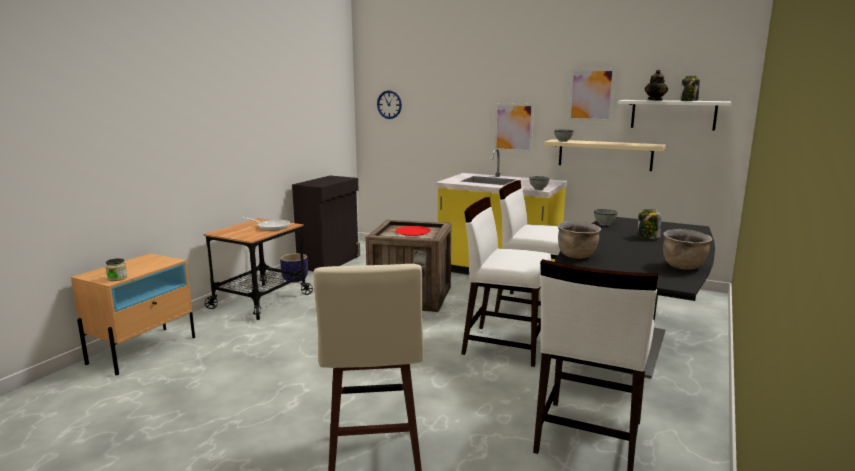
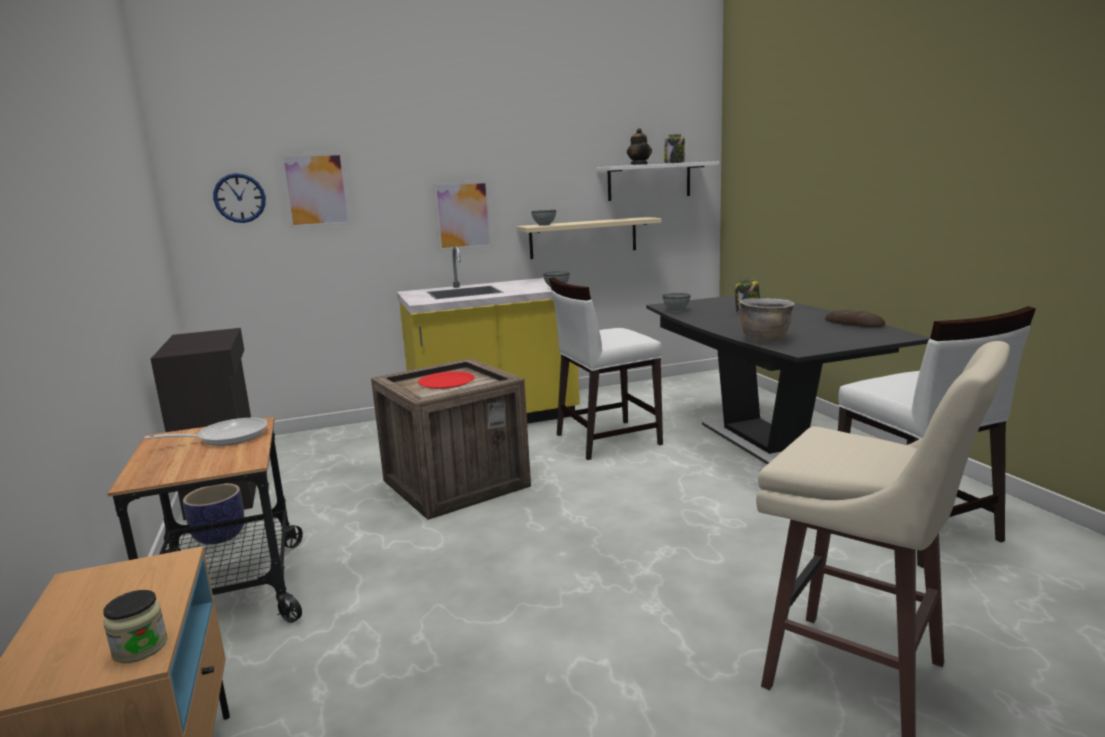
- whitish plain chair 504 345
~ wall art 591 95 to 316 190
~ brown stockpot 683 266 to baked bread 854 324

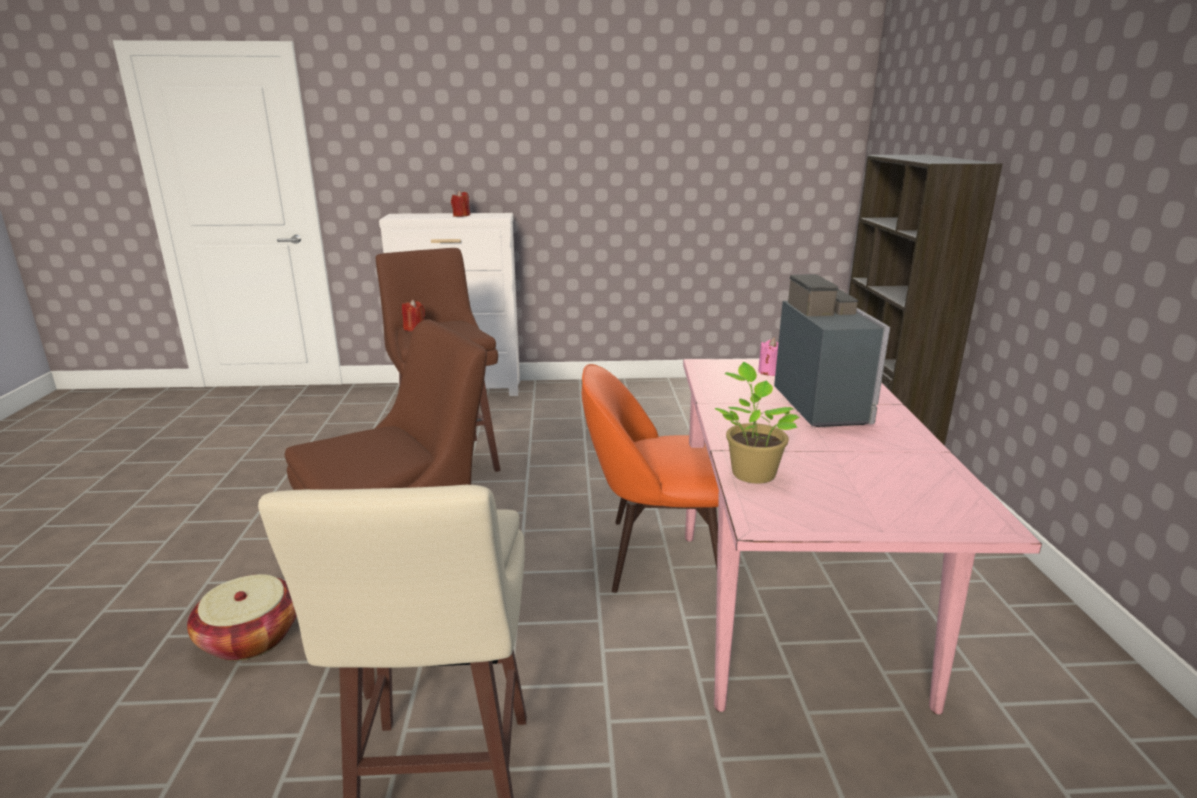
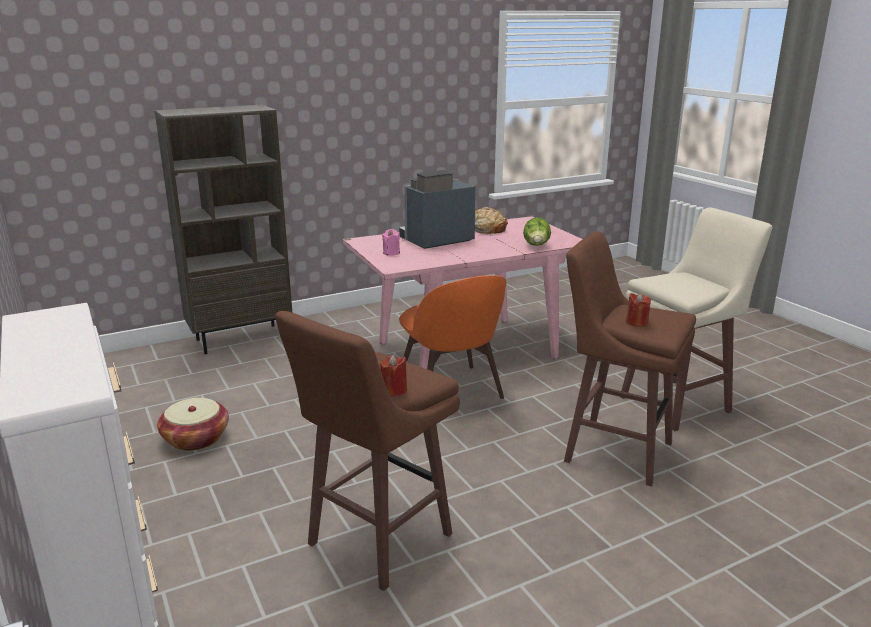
~ storage basket 251 637 to 196 439
~ red-coloured candle 461 215 to 636 322
~ plant in a pot 751 472 to head of lettuce 536 246
+ baked bread 487 229

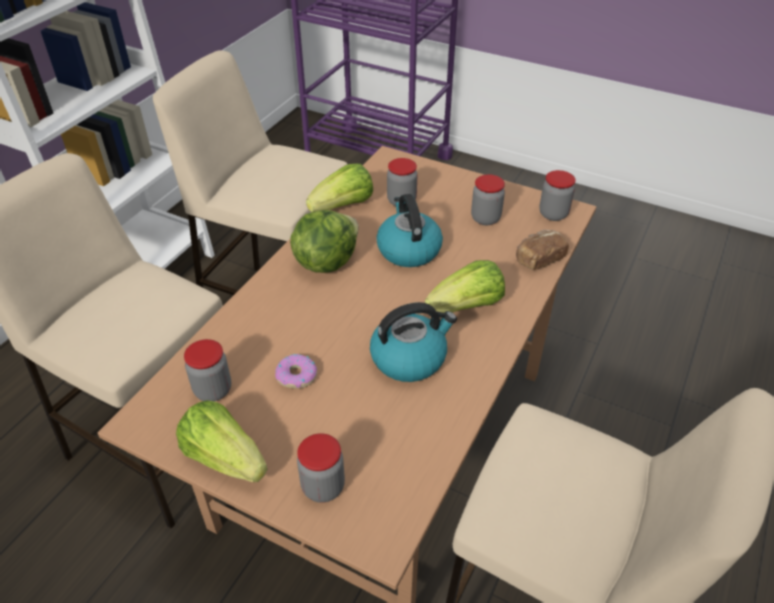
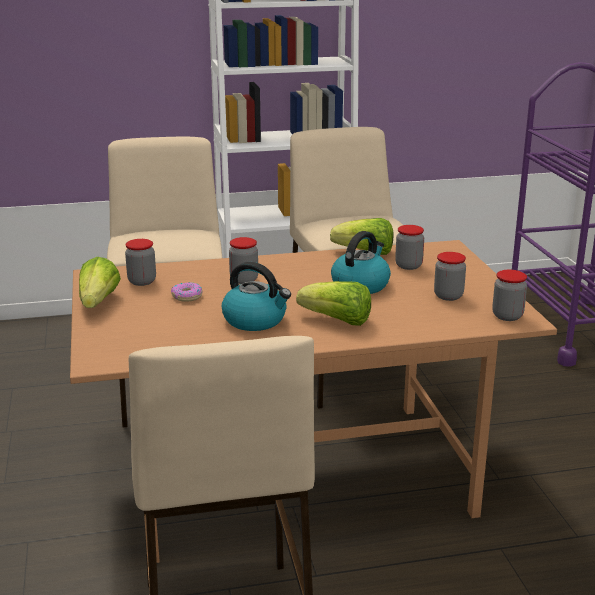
- head of lettuce 326 261
~ preserve jar 323 487 to 244 280
- baked bread 539 259

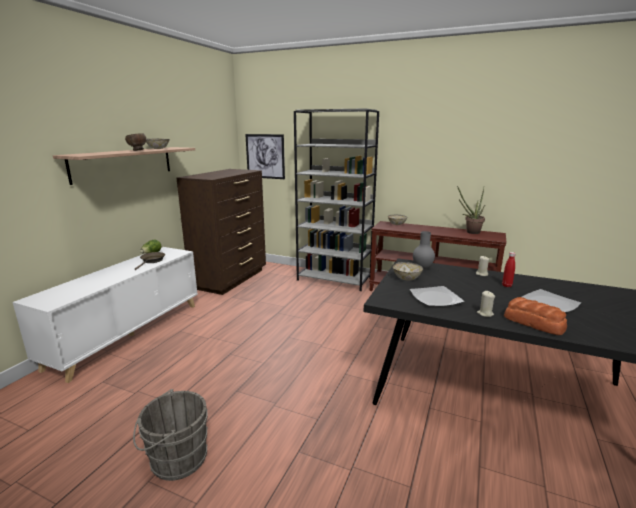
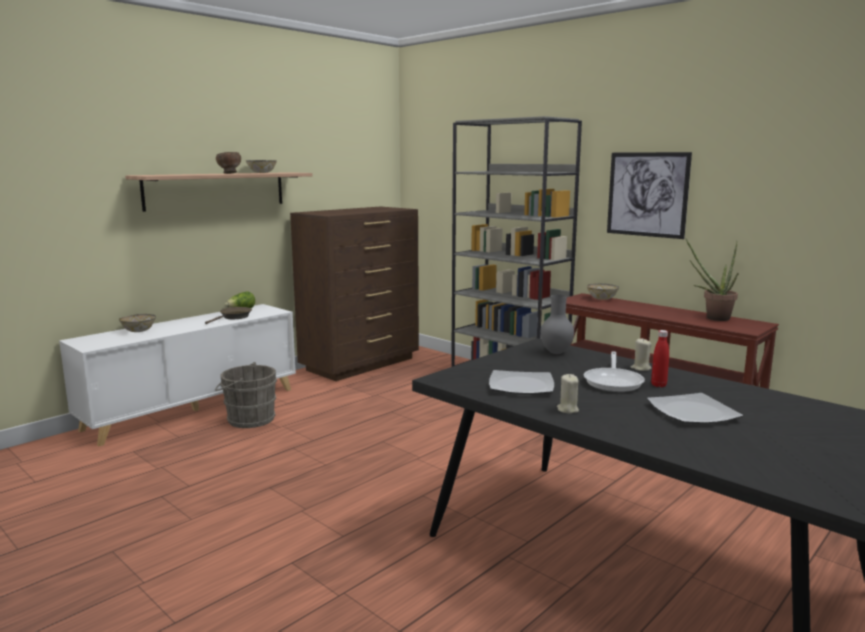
~ grey bucket 175 459 to 248 419
~ wall art 265 156 to 647 194
~ deep dish 407 278 to 139 331
- baked bread 534 323
+ frying pan 614 382

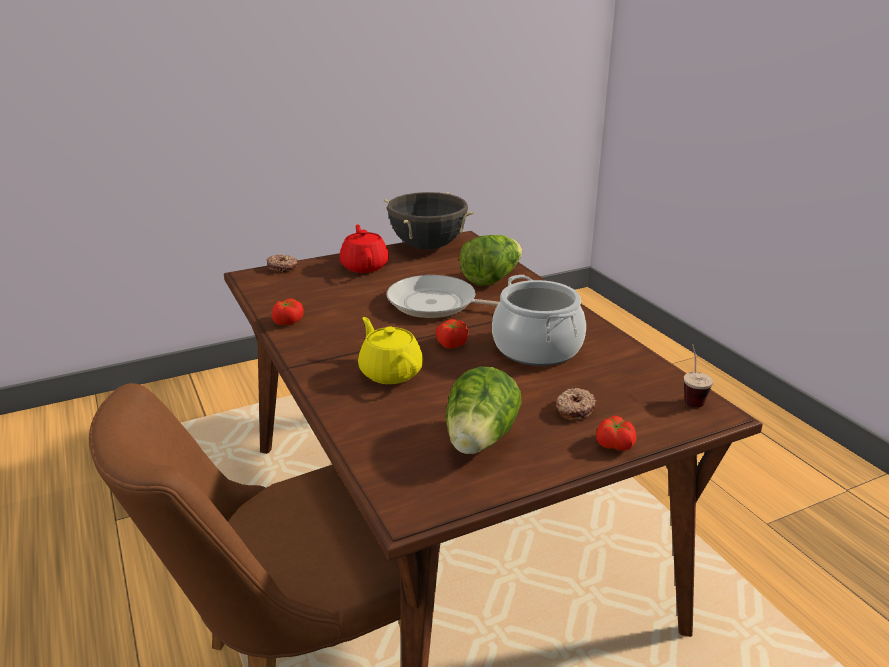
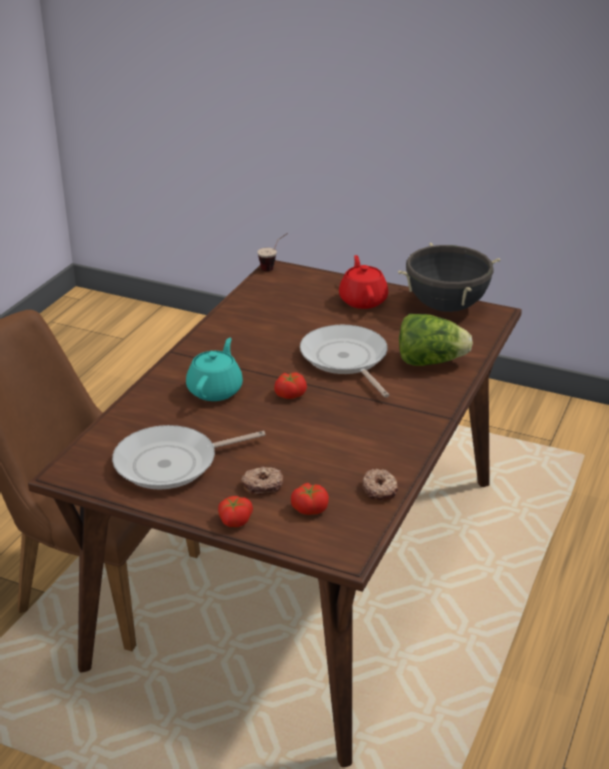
~ doughnut 282 267 to 380 490
~ whole tomato 287 321 to 309 508
~ red-coloured pot for tea 364 266 = 363 300 45 degrees counterclockwise
~ yellowish pot for tea 390 372 to turquoise-coloured pot for tea 215 390
~ head of lettuce 480 441 to frying pan 172 463
- stockpot 536 348
~ drinking cup 691 396 to 273 266

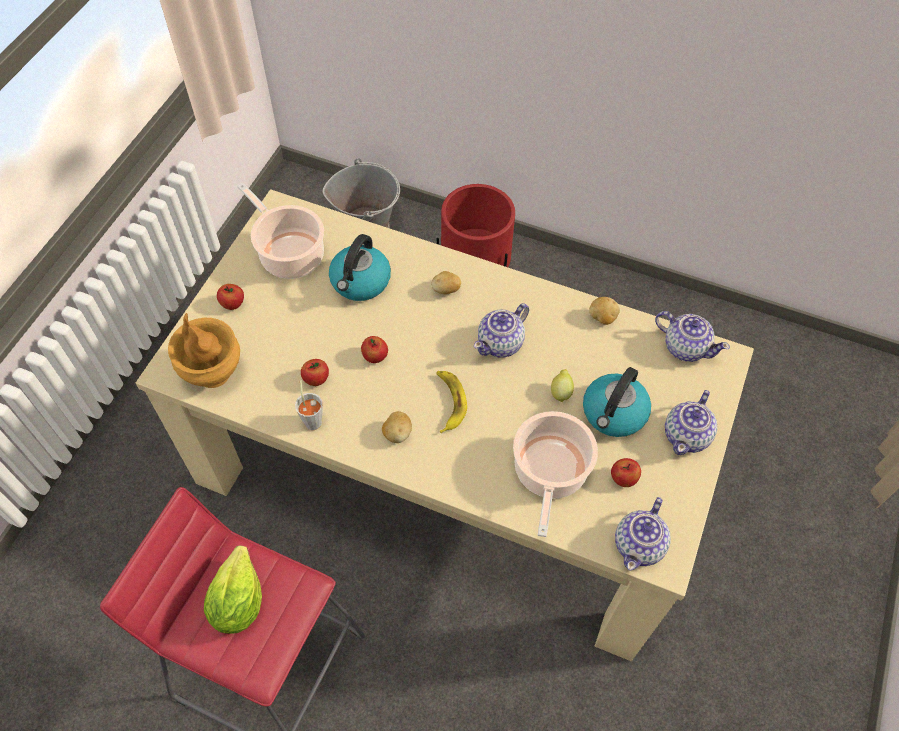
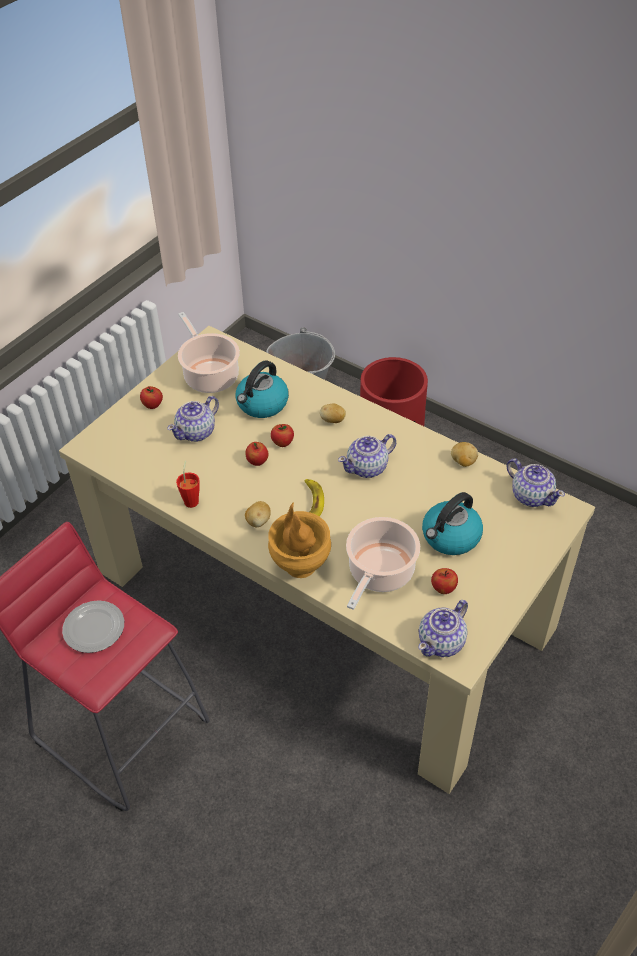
~ brown decorative vase 213 373 to 300 565
~ head of lettuce 238 602 to plate 93 629
~ grey drinking cup 313 419 to red-coloured drinking cup 192 499
~ apple 316 379 to 282 443
- lemon 561 392
~ pot for tea 687 435 to 196 432

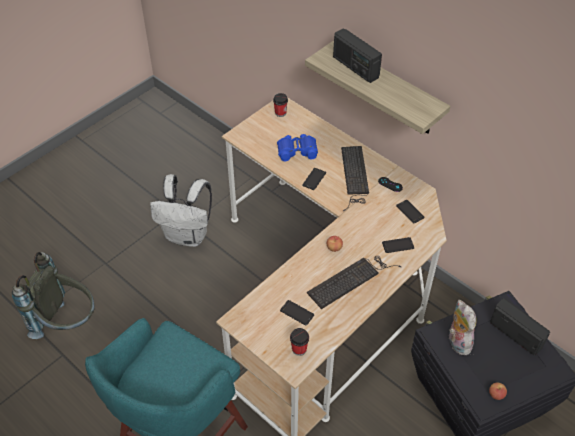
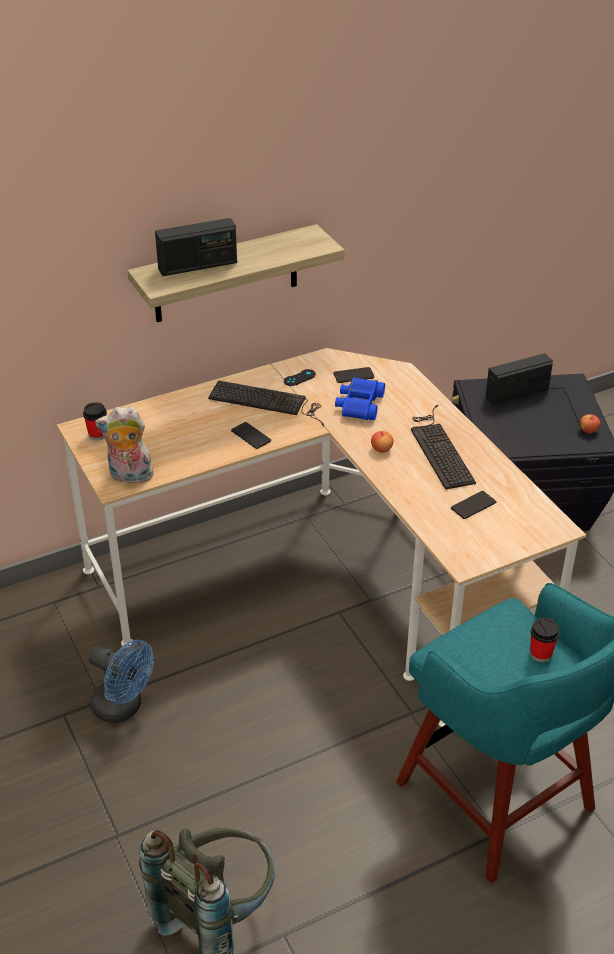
~ whitish backpack 188 235 to blue cooling fan 124 708
~ blue binoculars 297 150 to 359 405
~ drinking cup 299 349 to 540 654
- telephone 398 245
~ cuddly toy 457 342 to 129 476

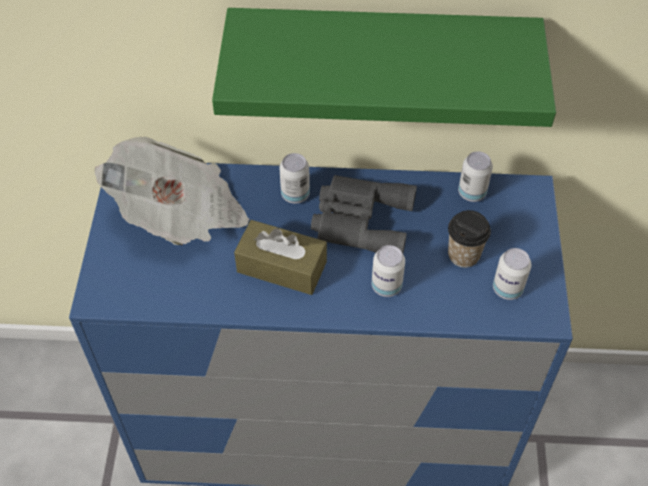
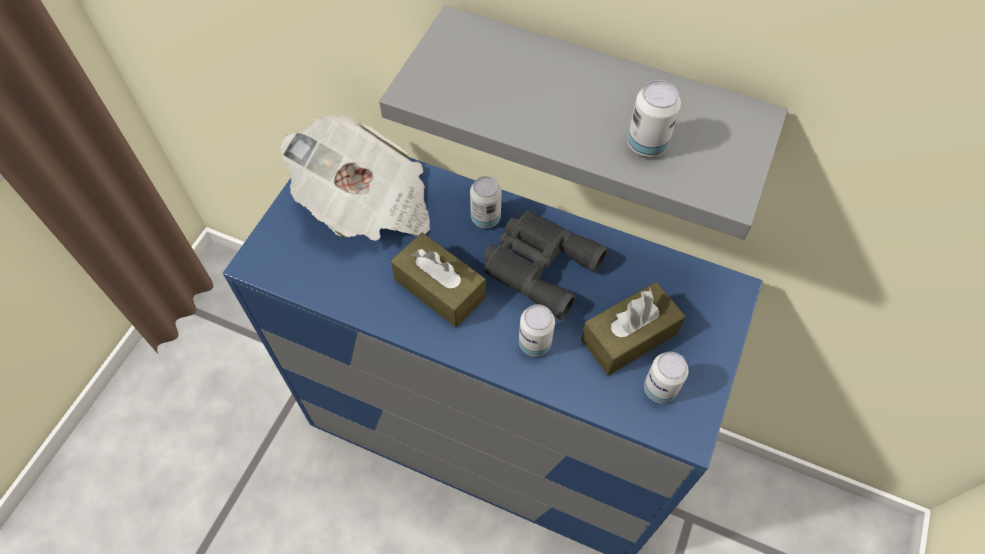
~ greenish shelf 381 55 to grey shelf 600 100
~ drinking cup 463 255 to brown tissue holder 629 336
~ metal can 472 193 to 646 144

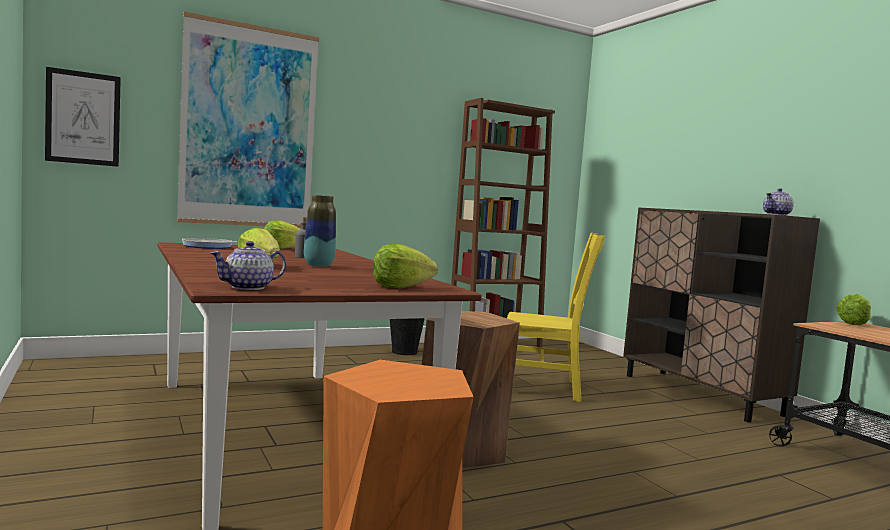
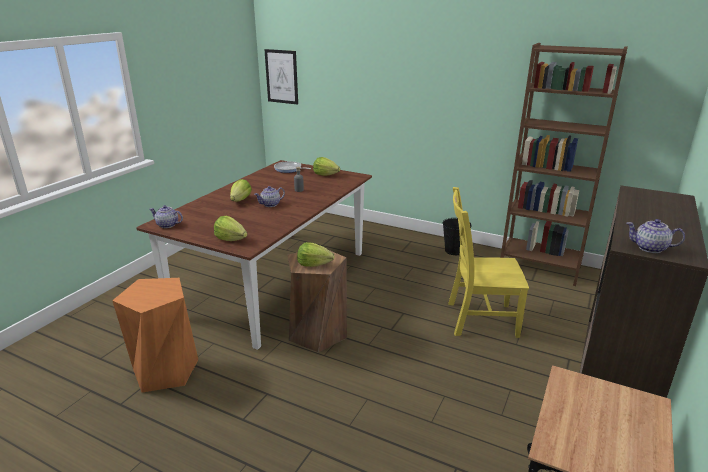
- wall art 249 127
~ decorative vase 318 266 to pot for tea 270 204
~ yellowish plain chair 545 387 = 478 319 120 degrees clockwise
~ head of lettuce 853 323 to 314 264

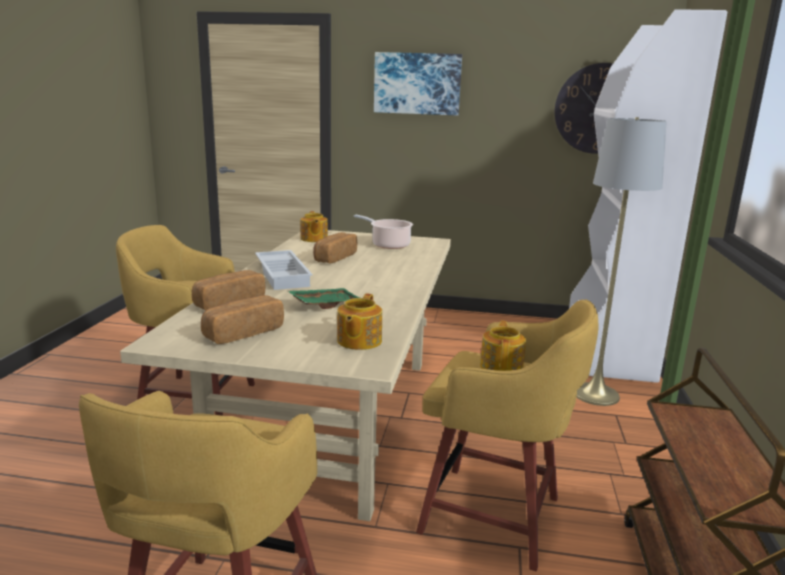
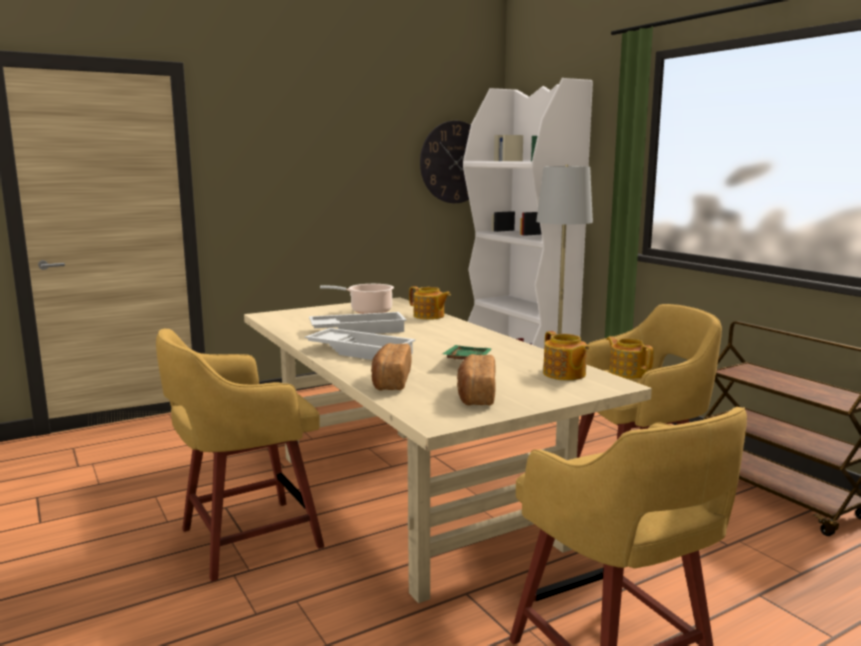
~ pot for tea 313 239 to 429 316
~ baked bread 334 258 to whitish carrying tray 358 330
- wall art 417 83

